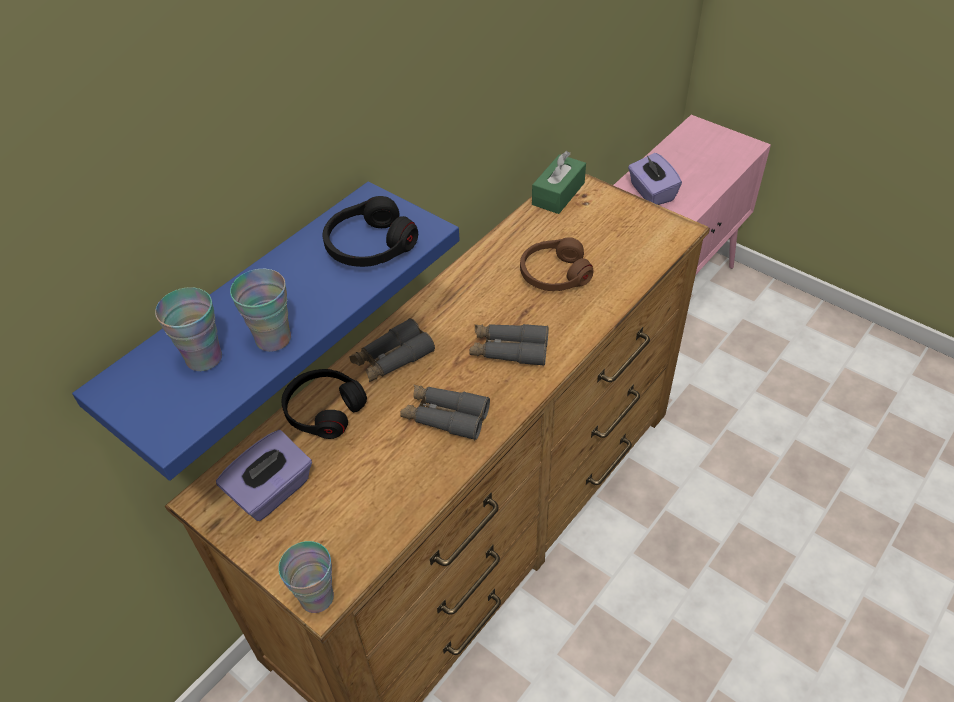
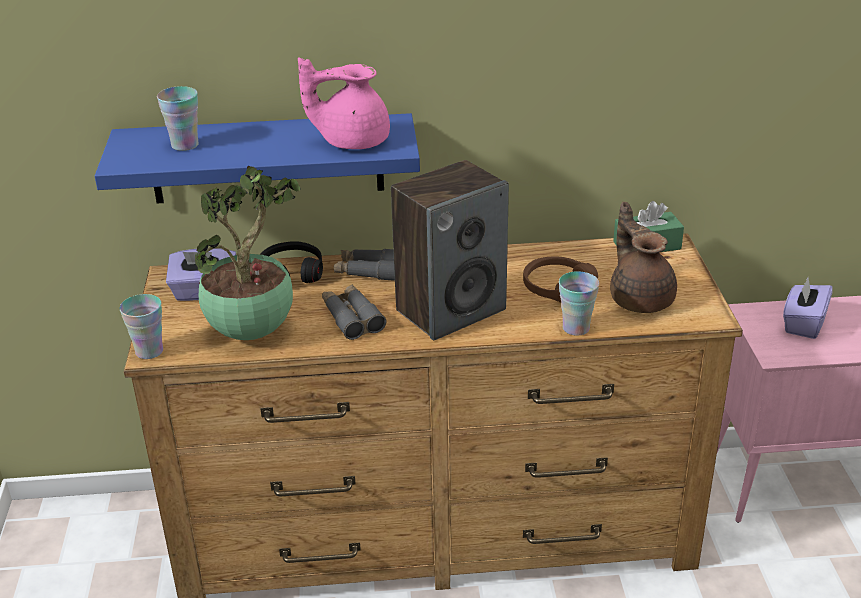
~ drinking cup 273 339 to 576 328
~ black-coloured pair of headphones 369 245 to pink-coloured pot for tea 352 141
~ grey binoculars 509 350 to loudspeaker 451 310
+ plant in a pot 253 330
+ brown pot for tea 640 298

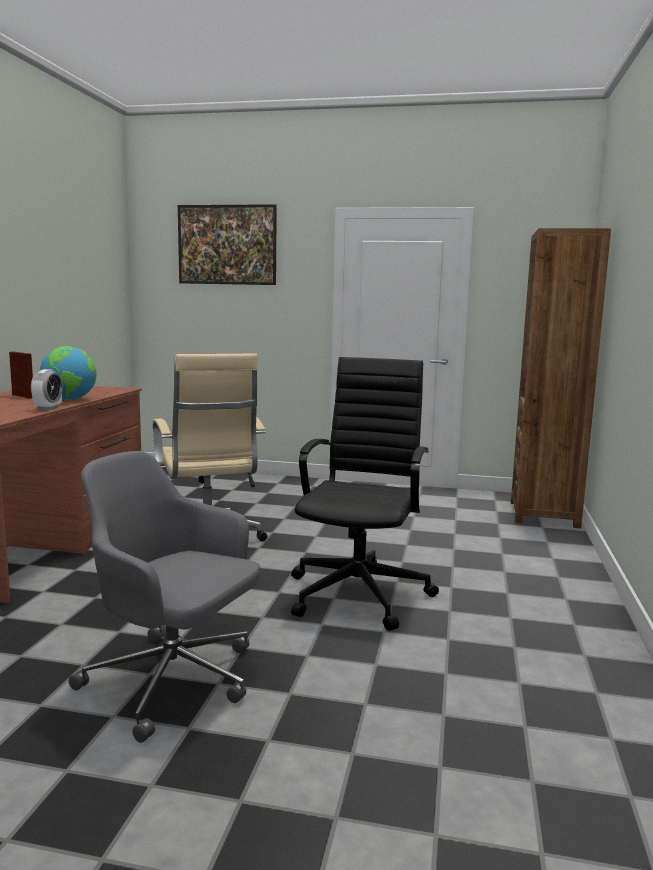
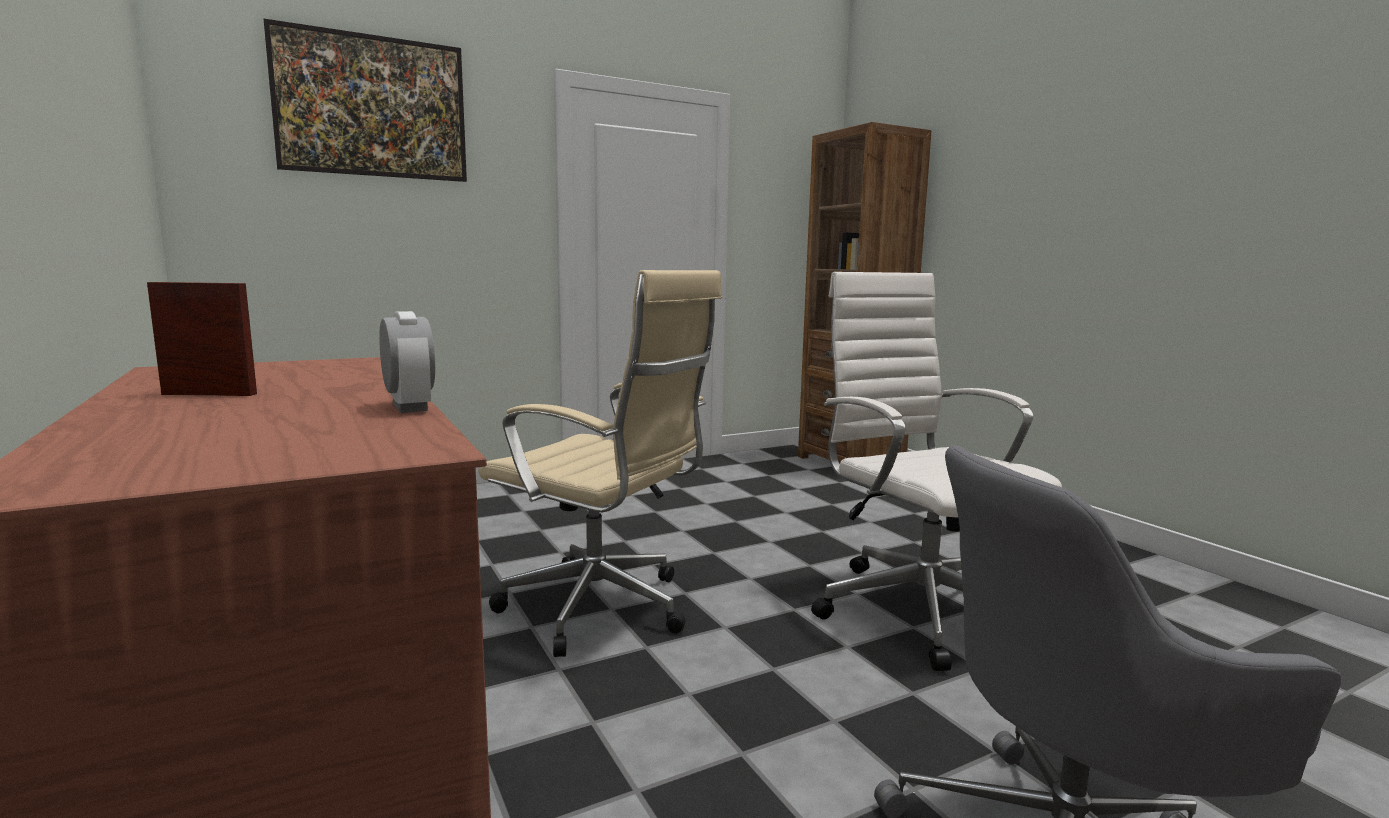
- desk globe 70 400
~ black-coloured desk chair 360 593 to whitish desk chair 919 608

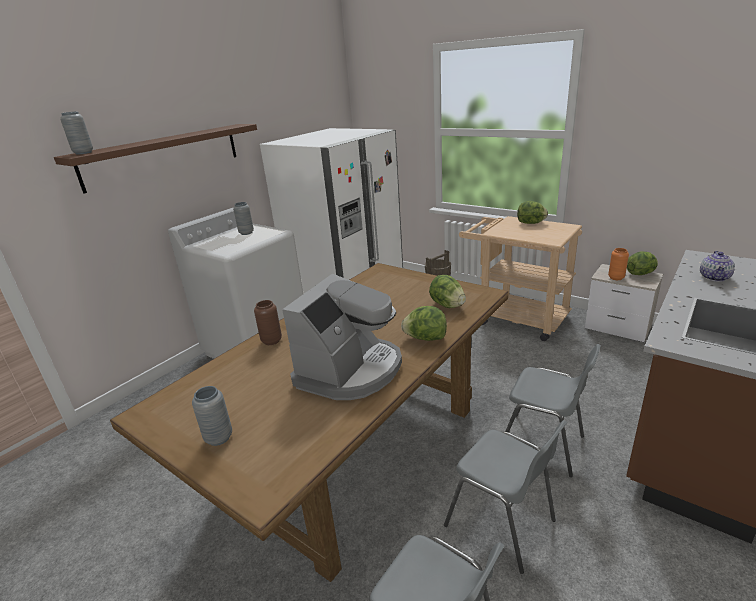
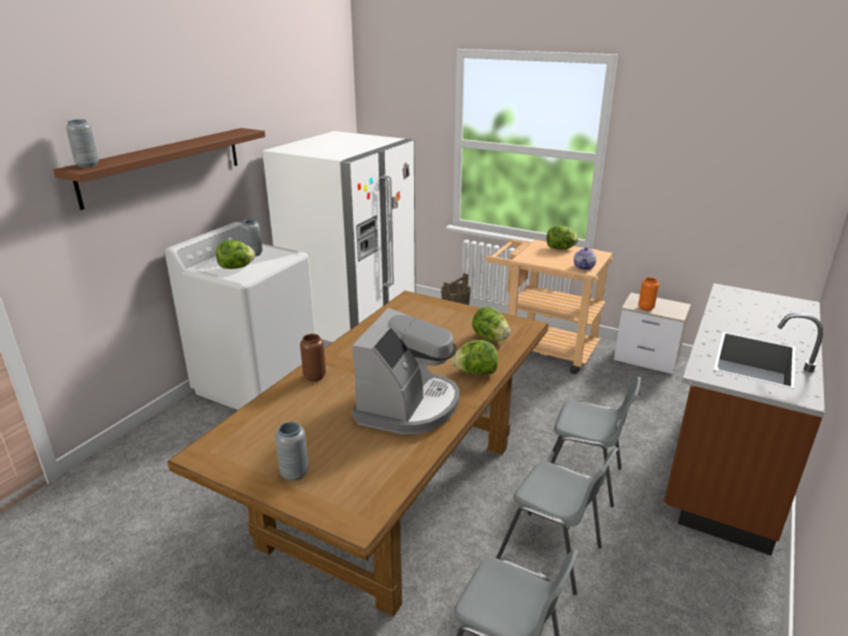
~ head of lettuce 640 274 to 236 267
~ pot for tea 714 277 to 584 267

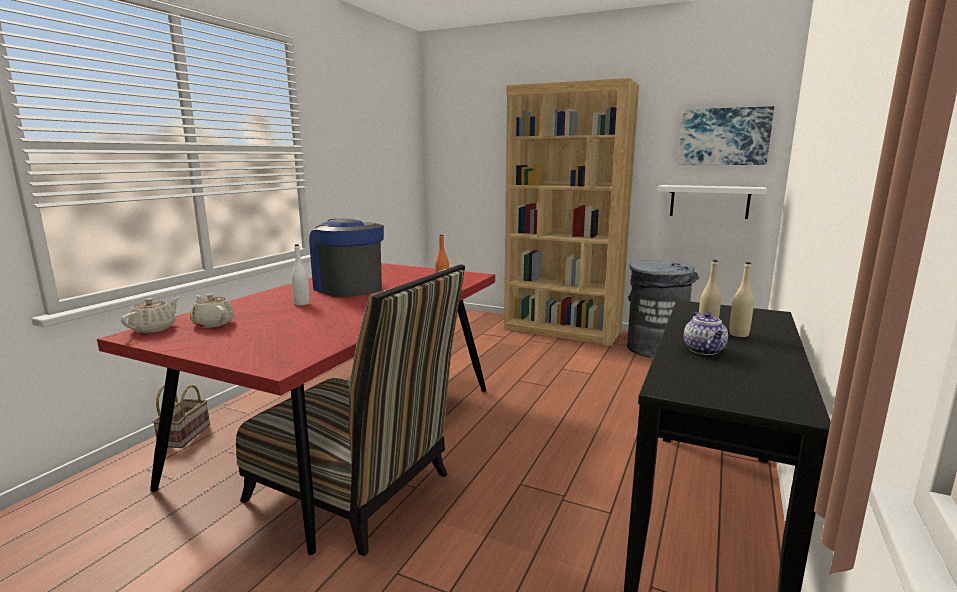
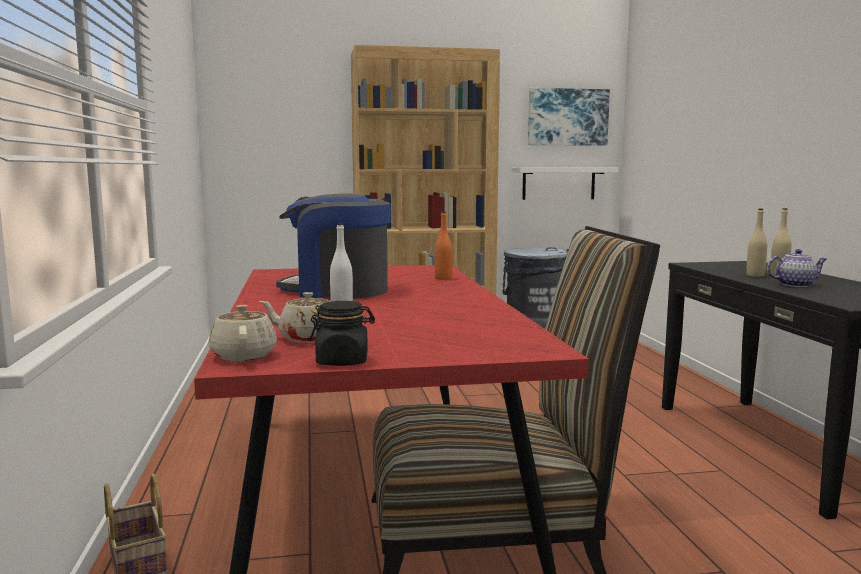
~ pot for tea 704 350 = 795 285 60 degrees counterclockwise
+ black-coloured preserve jar 343 361

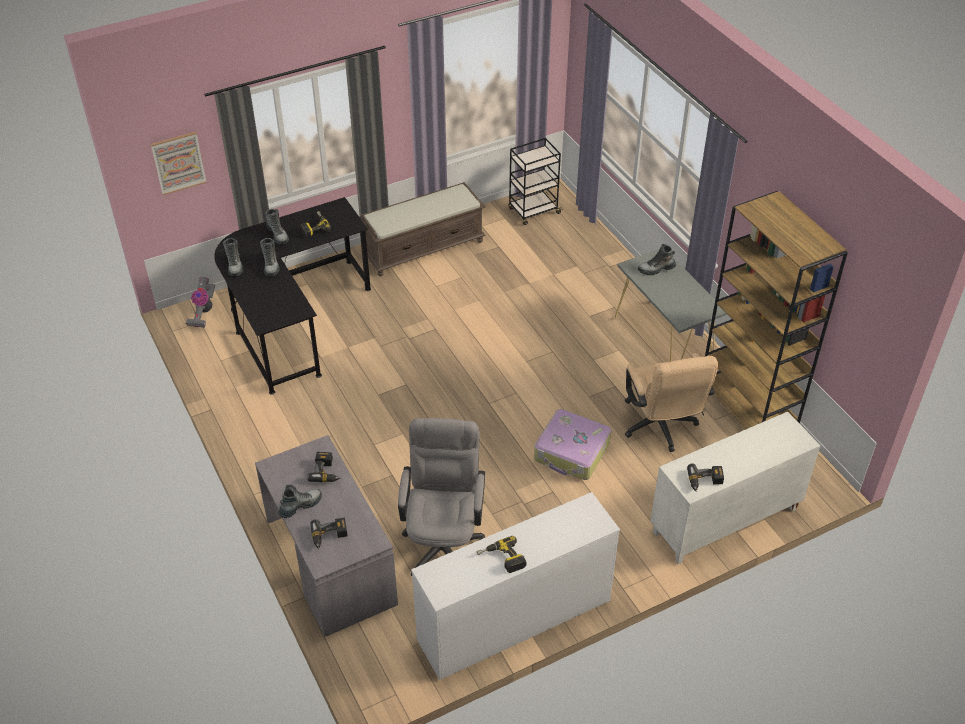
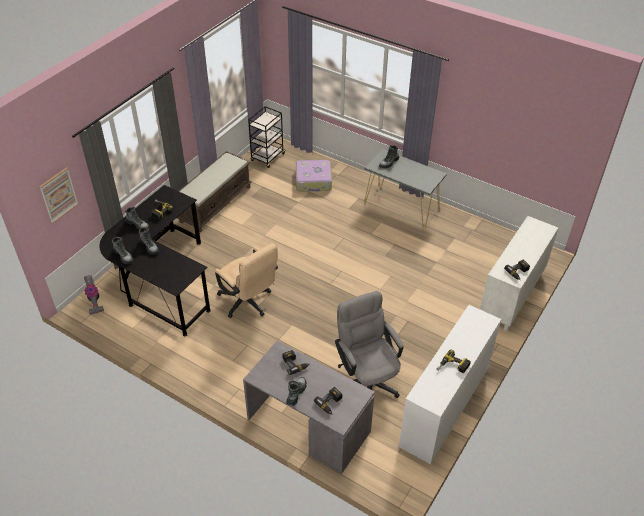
~ suitcase 572 452 to 313 181
~ beige-coloured desk chair 660 428 to 248 303
- brown shelving unit 748 407

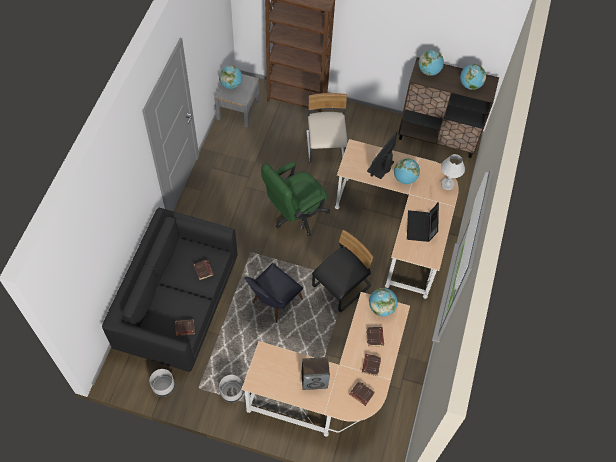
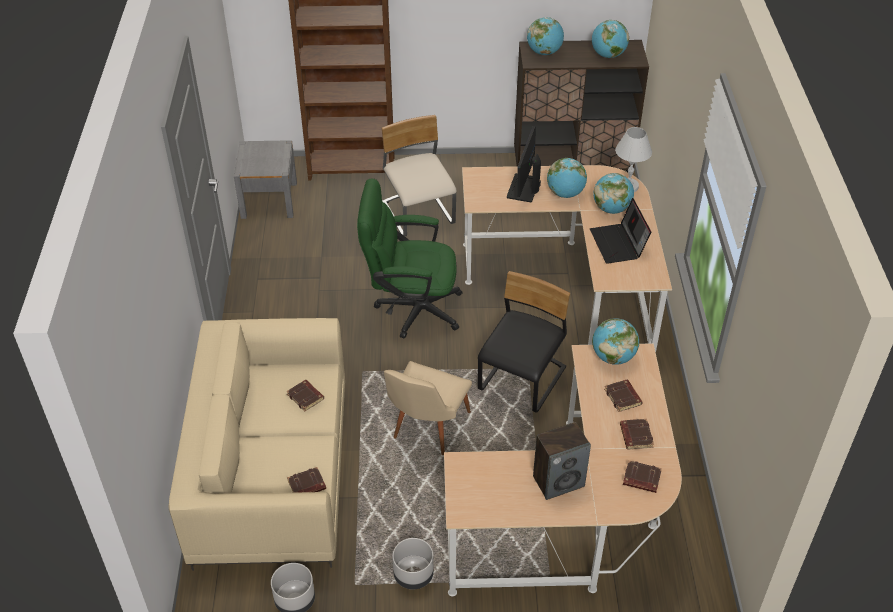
~ black-coloured sofa 177 302 to beige-coloured sofa 271 470
~ desk globe 231 85 to 611 209
~ black-coloured plain chair 273 303 to beige-coloured plain chair 426 430
~ greenish desk chair 295 216 = 411 308 60 degrees clockwise

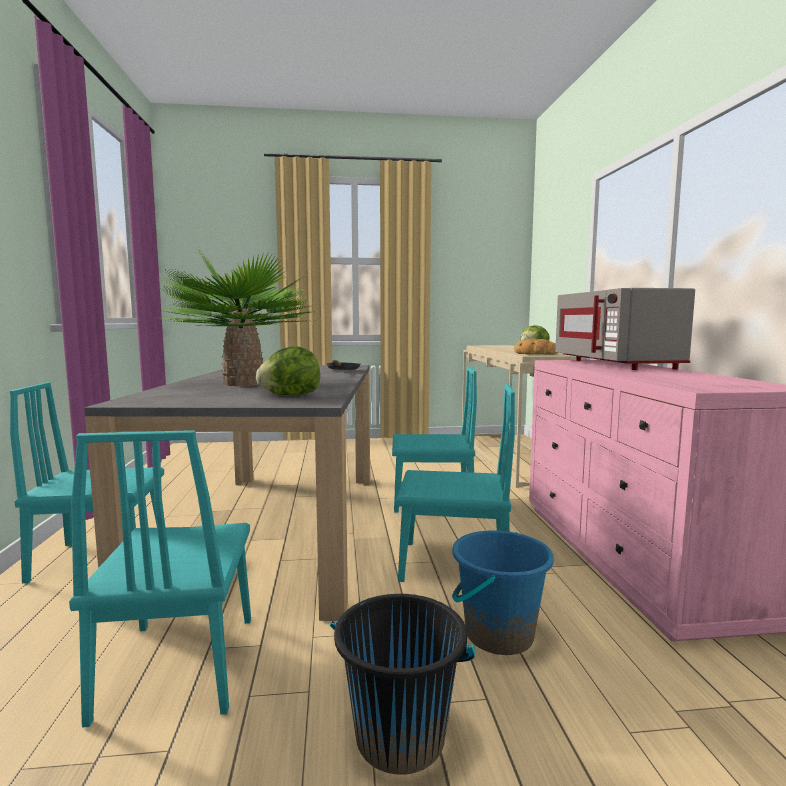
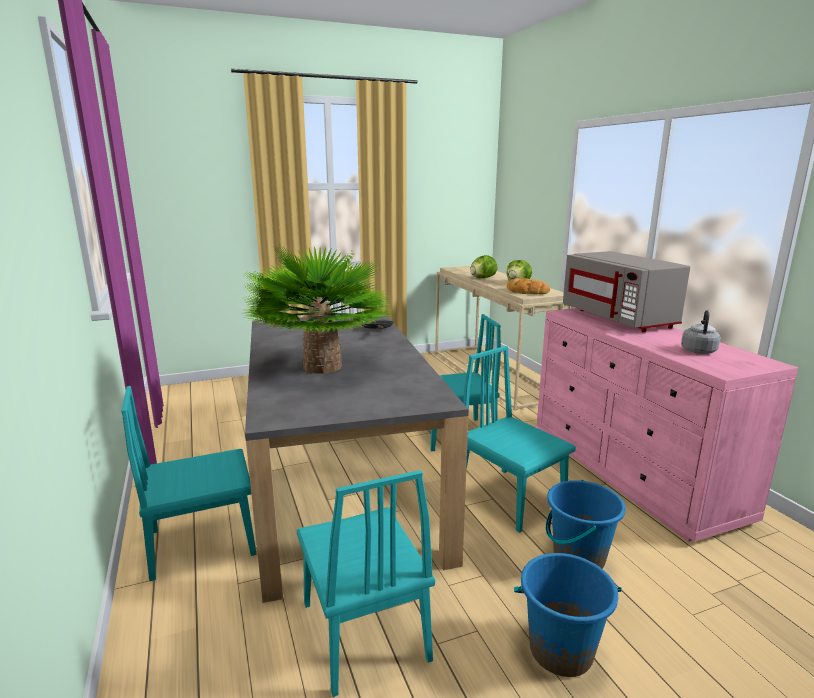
~ head of lettuce 290 396 to 482 278
~ black-coloured bucket 400 737 to blue bucket 560 650
~ turquoise-coloured plain chair 453 564 = 511 498 120 degrees counterclockwise
+ grey water kettle 698 350

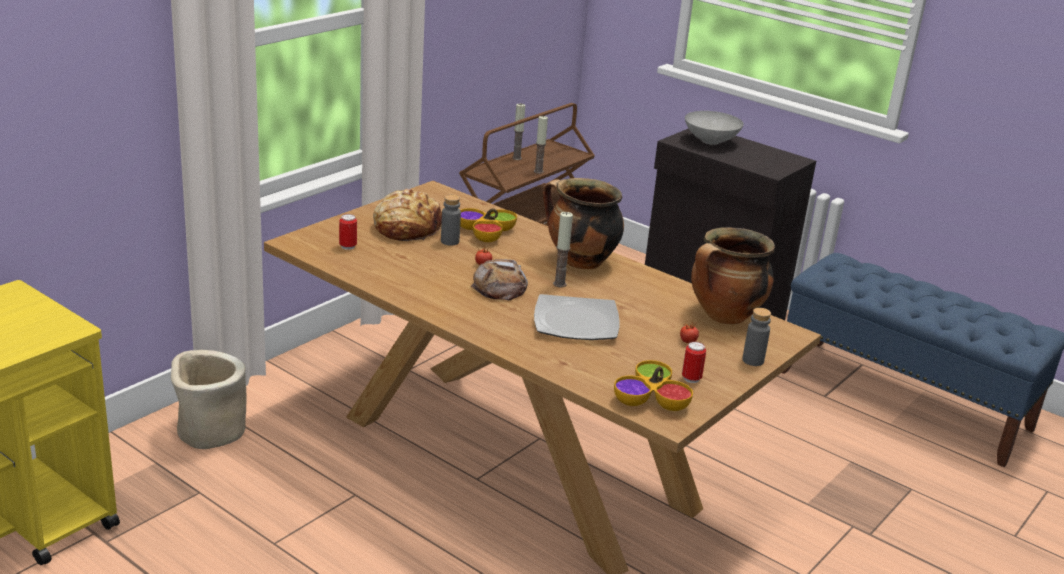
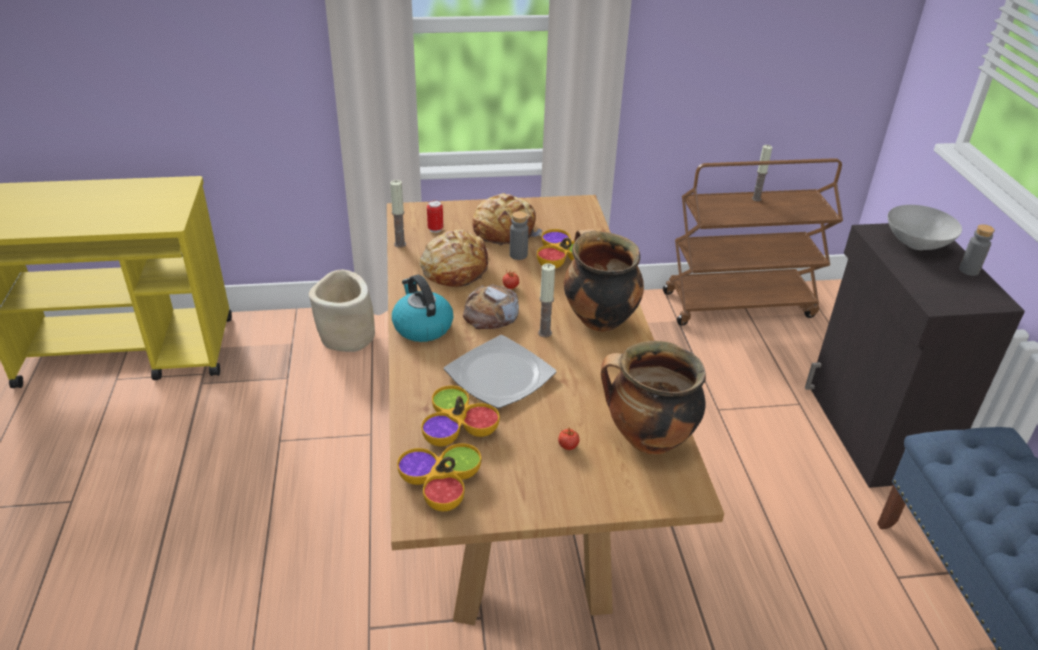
~ candle 538 171 to 400 244
- metal can 691 378
~ grey drink bottle 753 360 to 969 270
+ water kettle 422 326
+ baked bread 454 268
+ deep dish 457 427

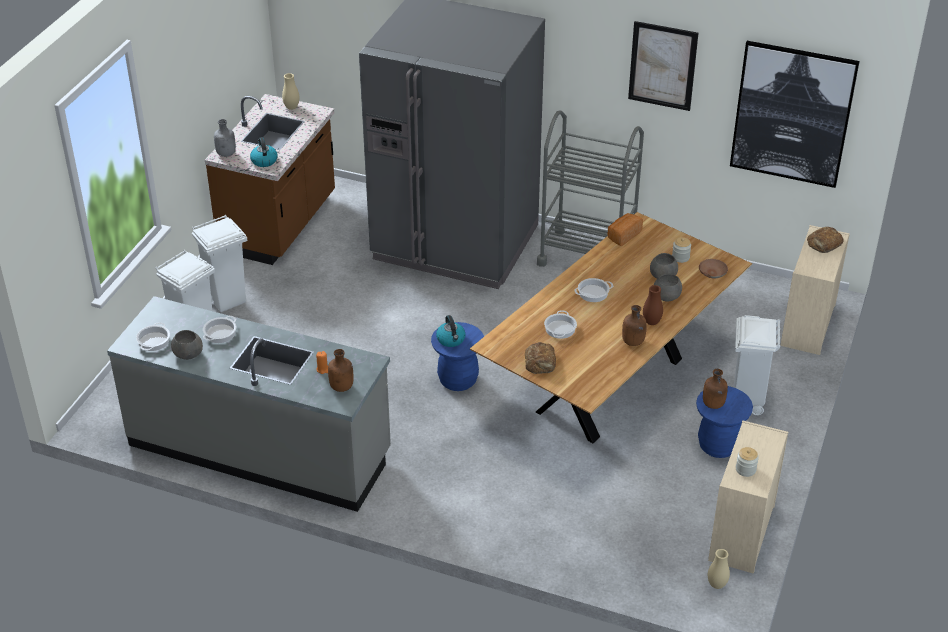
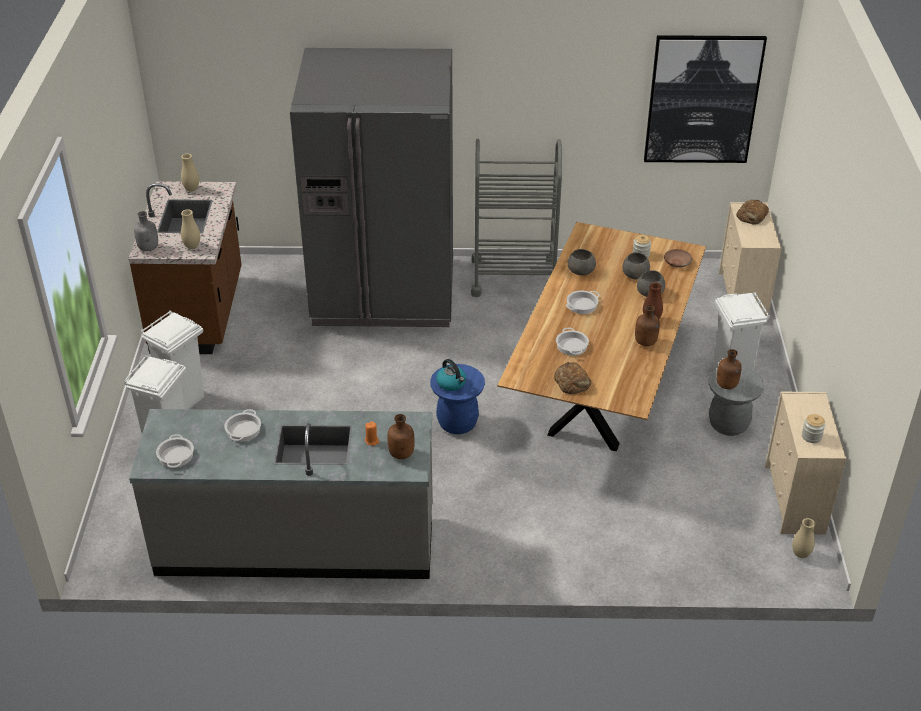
~ grey deep dish 188 354 to 581 271
~ water kettle 264 160 to beige-coloured decorative vase 192 246
- baked bread 623 235
- wall art 662 66
~ blue stool 718 446 to grey stool 728 424

